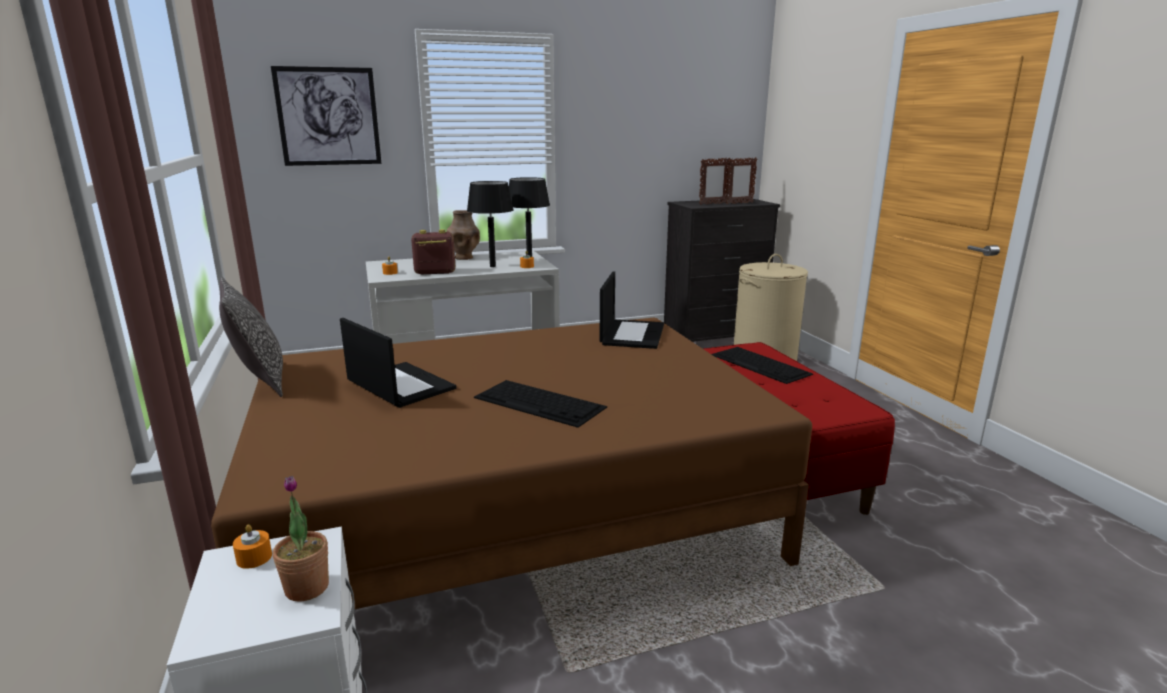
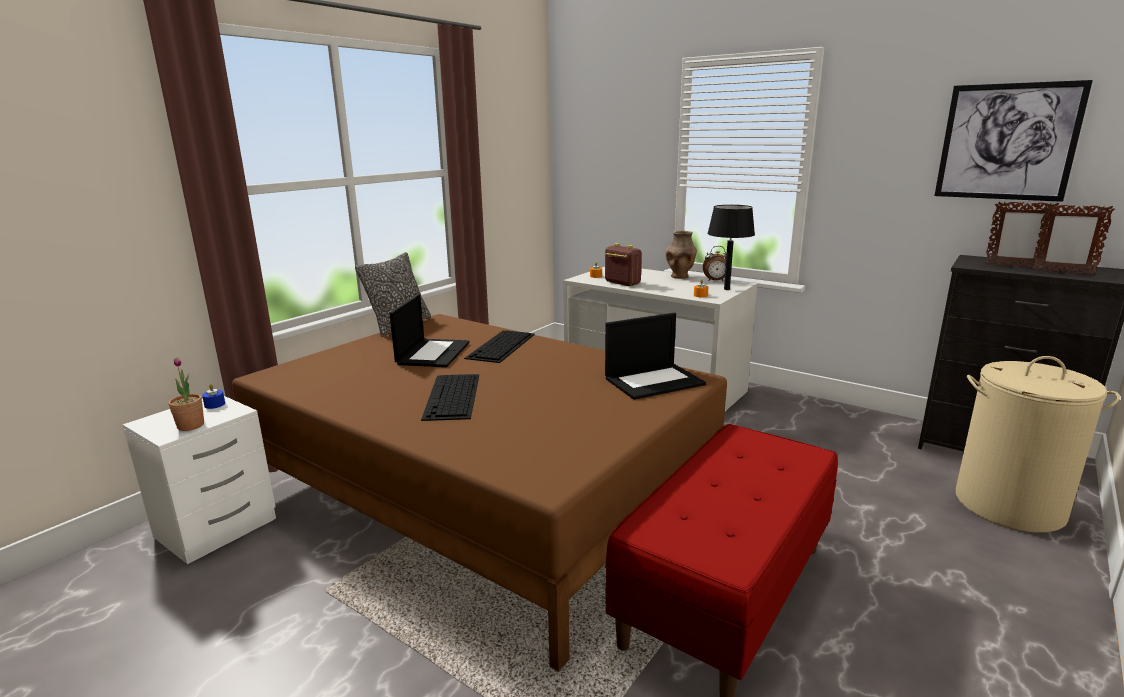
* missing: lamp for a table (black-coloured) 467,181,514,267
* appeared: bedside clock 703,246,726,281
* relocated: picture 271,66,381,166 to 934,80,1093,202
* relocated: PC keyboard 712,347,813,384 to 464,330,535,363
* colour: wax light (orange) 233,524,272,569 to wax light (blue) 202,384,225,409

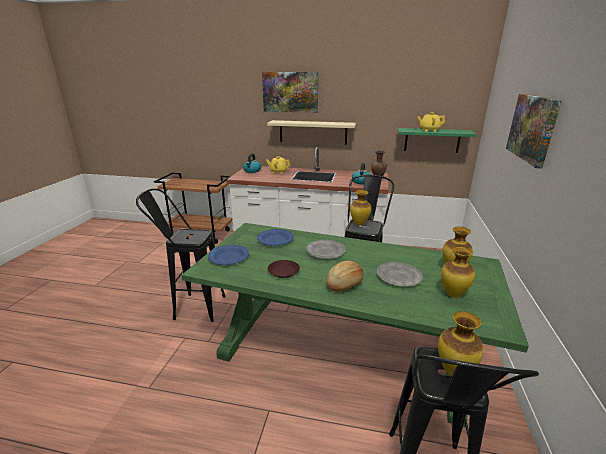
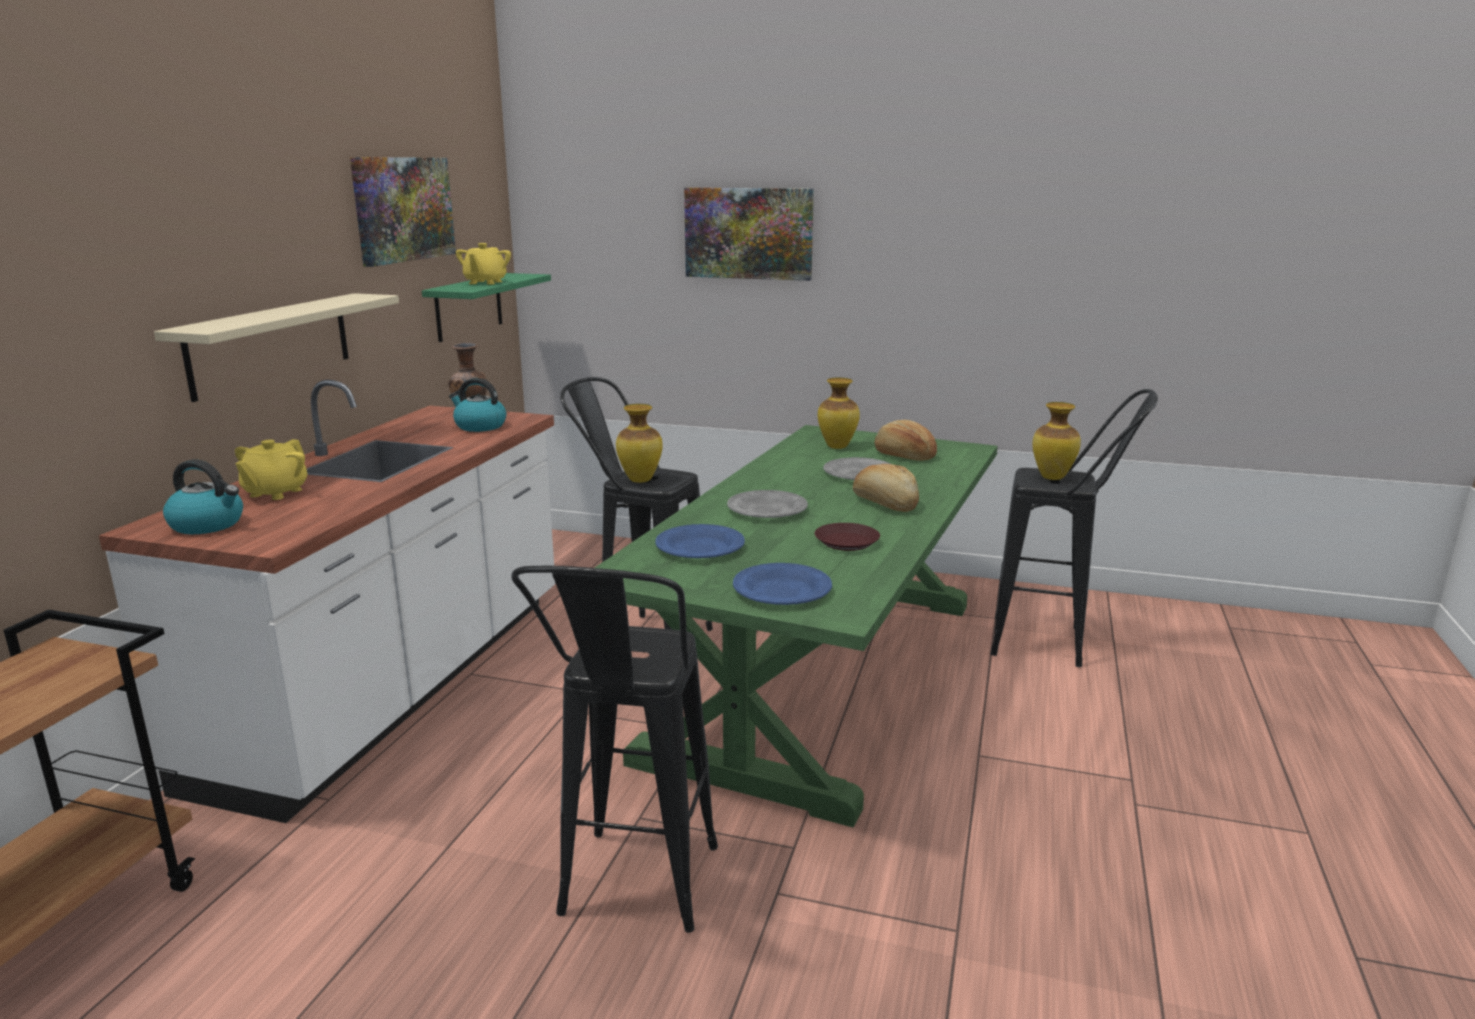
* relocated: picture 262,72,318,113 to 350,157,456,267
* exchanged: vase 441,246,475,298 to bread 874,420,937,461

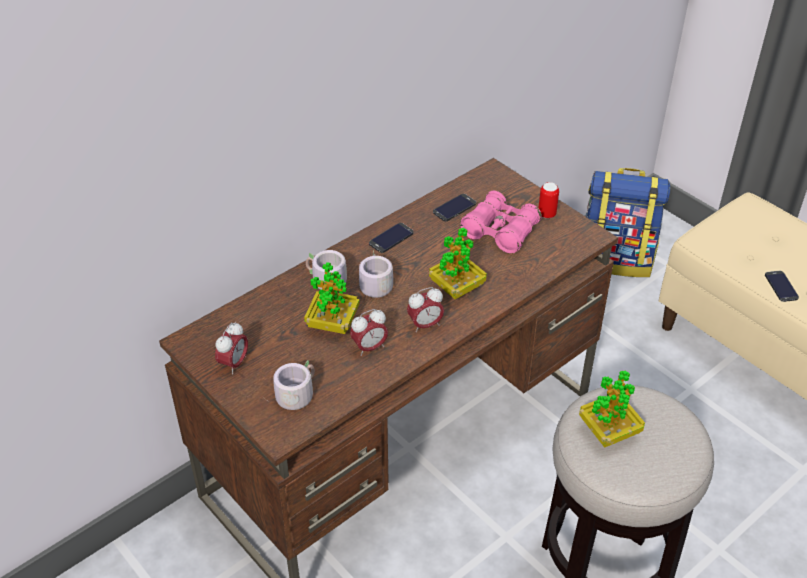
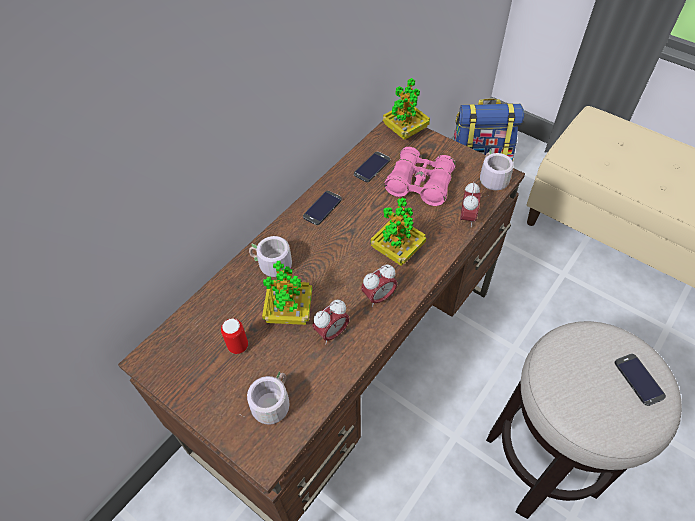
* relocated: bedside clock 215,322,248,375 to 460,182,481,227
* relocated: mug (greyish) 359,250,393,302 to 480,149,514,196
* relocated: can 538,182,559,219 to 221,318,248,354
* relocated: potted plant 579,370,645,448 to 383,78,430,140
* relocated: phone 765,271,799,302 to 615,354,666,406

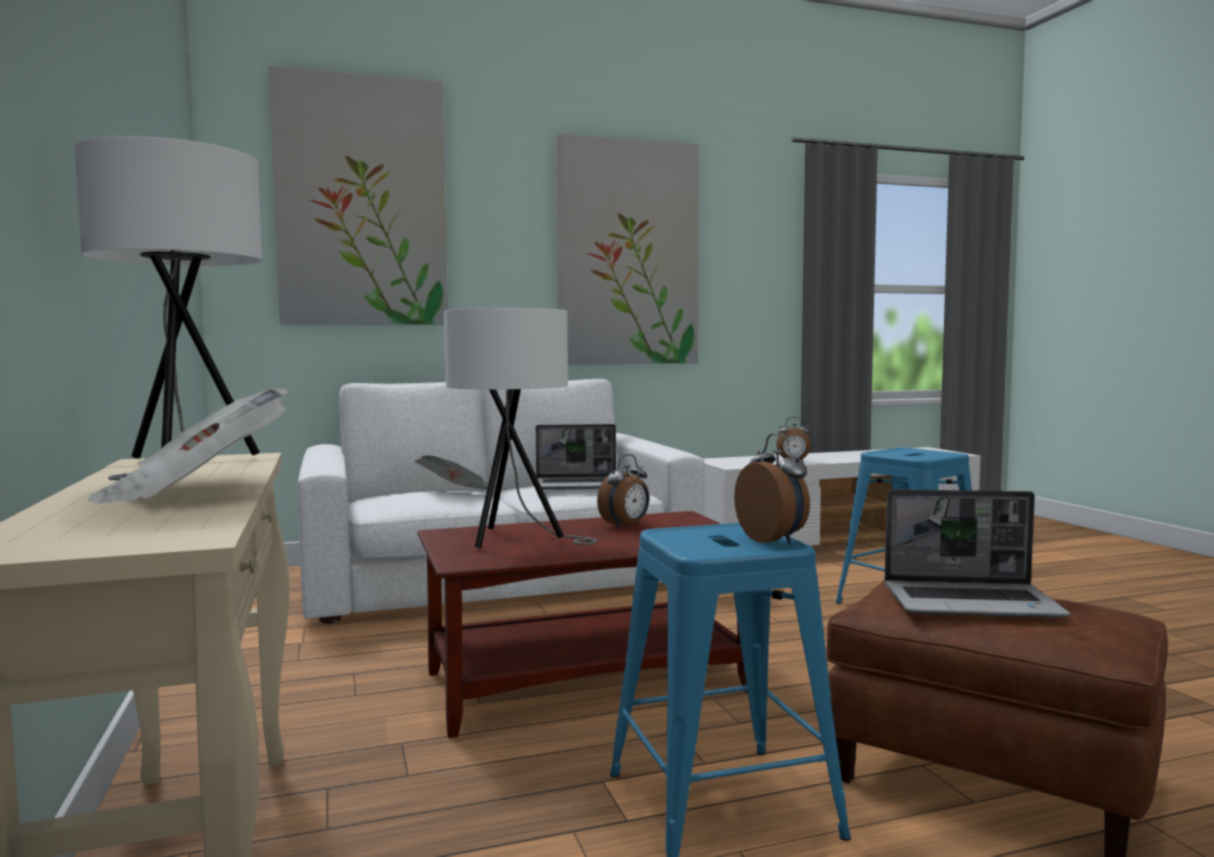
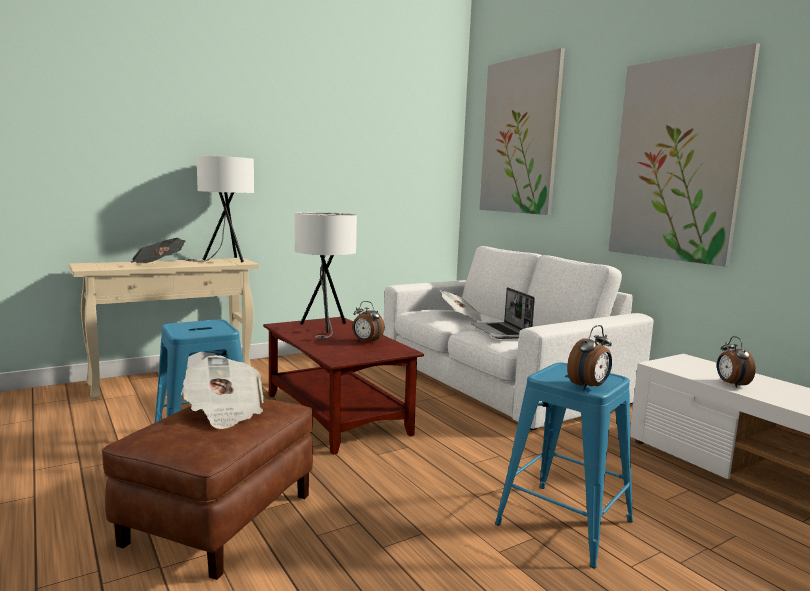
* relocated: bedside clock 734,433,810,545 to 567,325,612,390
* exchanged: notebook computer 885,489,1070,618 to newspaper 181,355,264,429

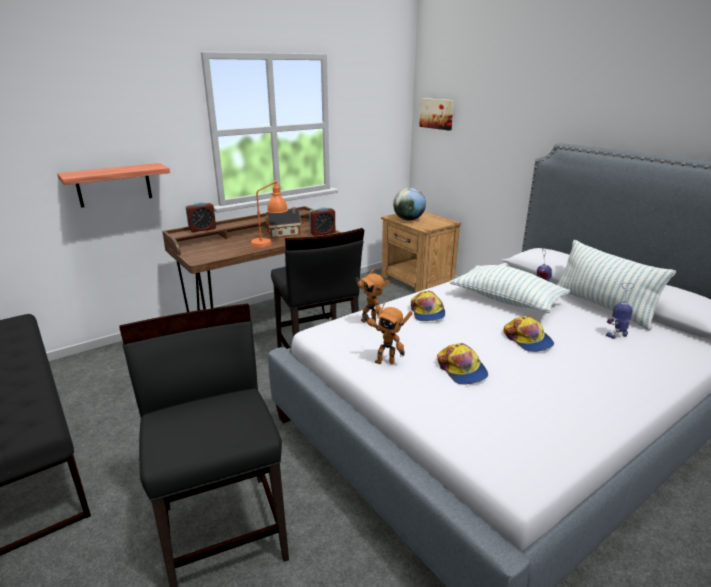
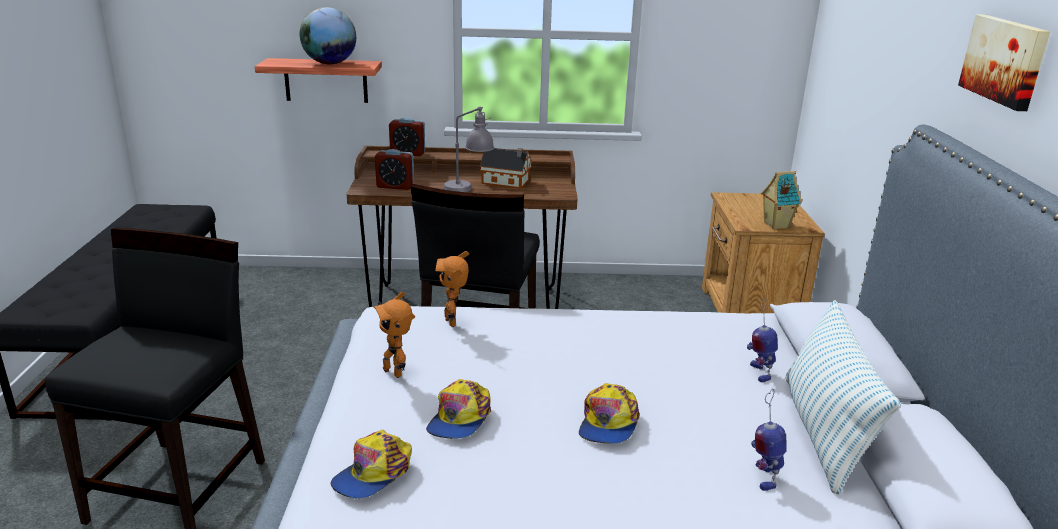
* missing: pillow 450,265,570,313
* appeared: model house 761,171,802,229
* relocated: bedside clock 309,207,335,236 to 375,149,414,190
* relocated: world globe 393,188,426,221 to 300,7,356,64
* relocated: peaked cap 411,291,445,321 to 330,430,412,498
* relocated: picture 419,98,454,130 to 958,14,1050,111
* colour: lamp for a table (orange) 250,180,288,247 to lamp for a table (greyish) 443,106,494,192
* spun: robot figure 606,283,634,339 = 751,389,787,491 105 degrees counterclockwise

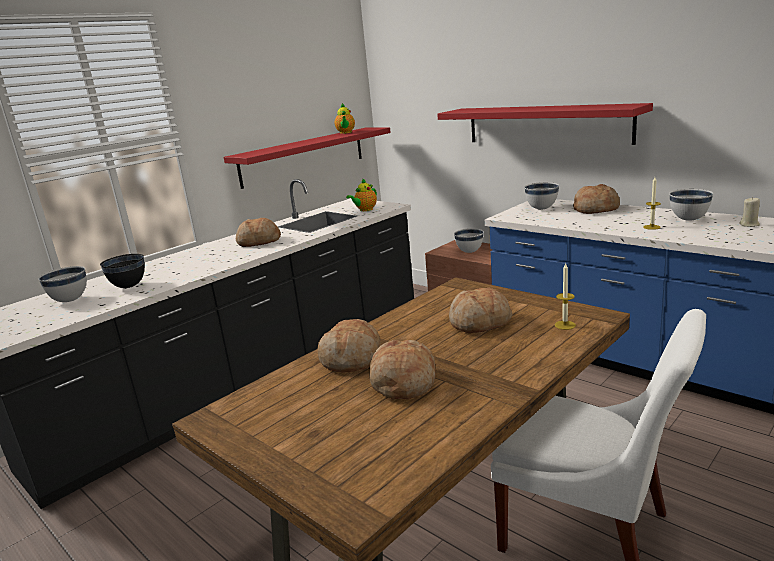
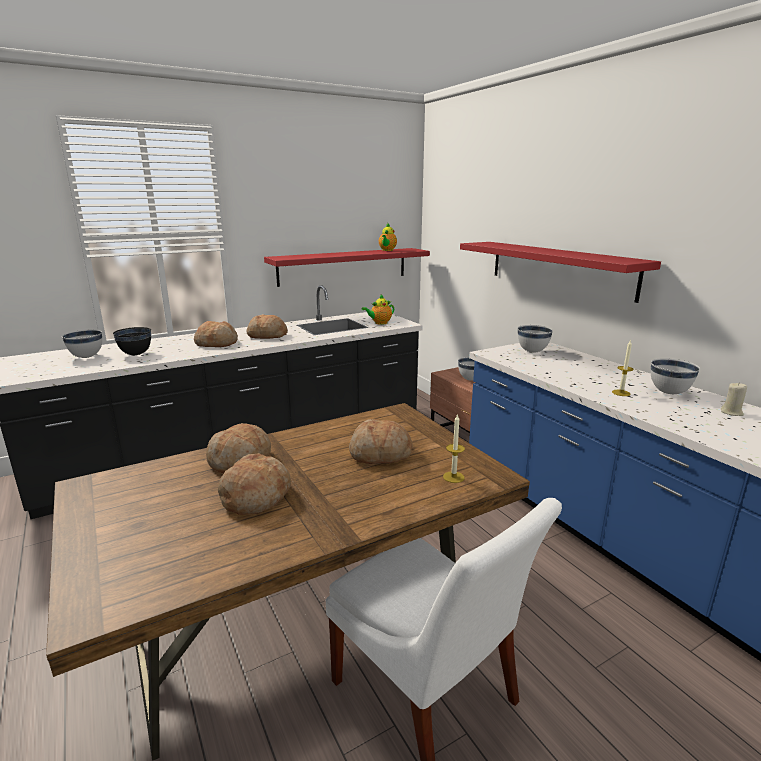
* relocated: bread 573,184,620,214 to 194,321,238,347

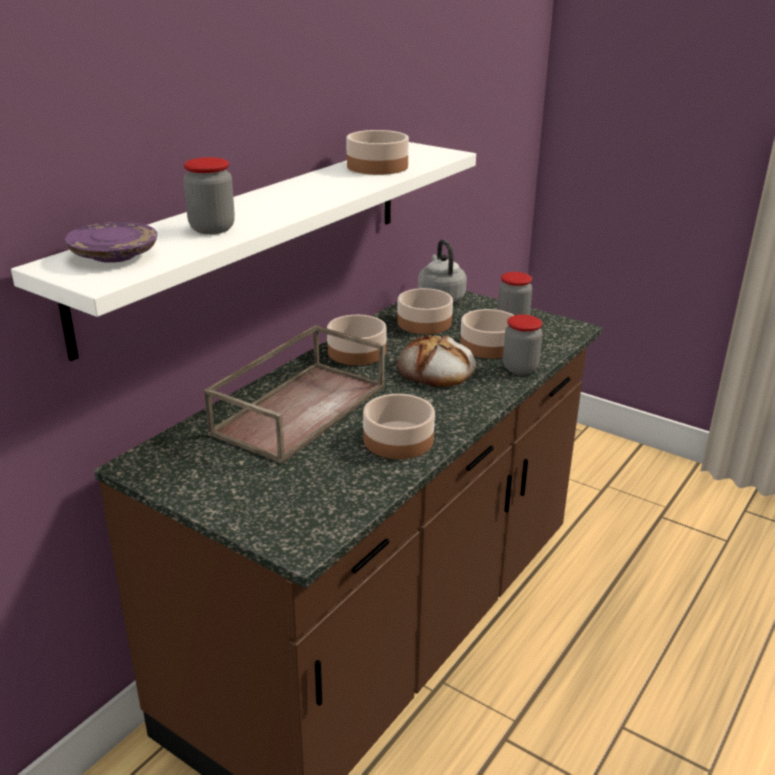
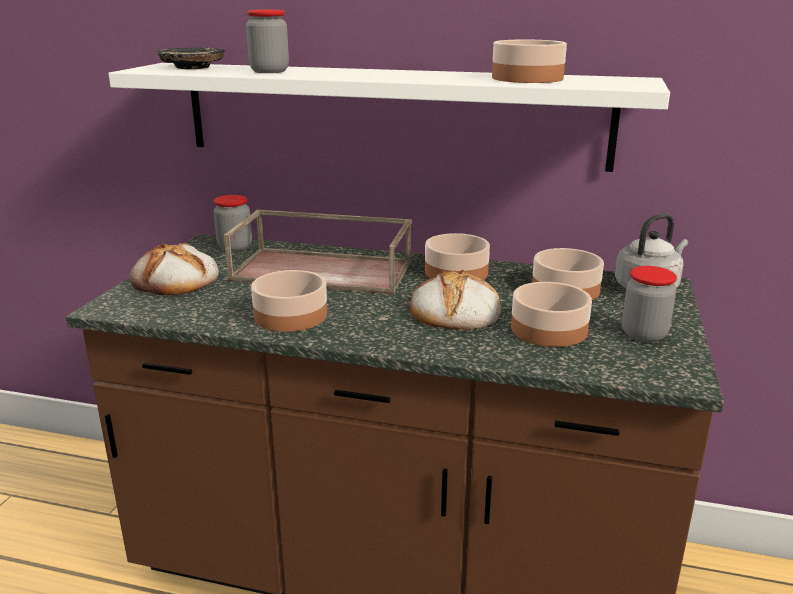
* appeared: bread 129,243,219,295
* relocated: storage jar 503,314,543,375 to 214,195,252,252
* colour: plate (purple-coloured) 64,222,157,263 to plate (black-coloured) 156,47,225,69

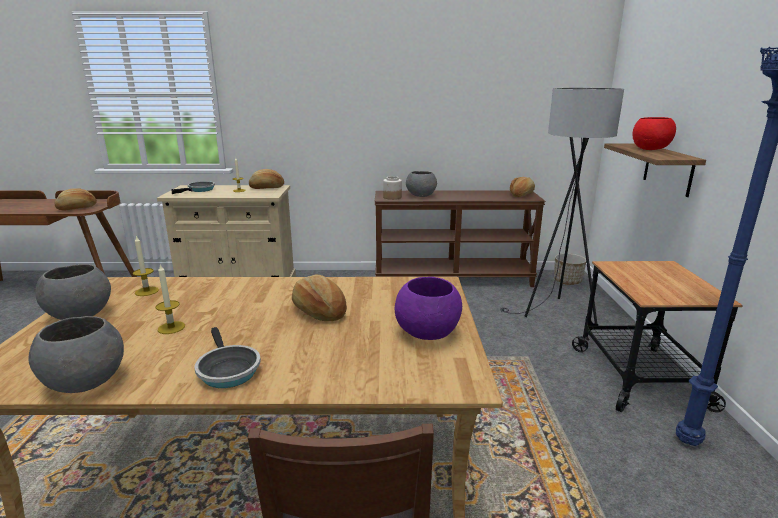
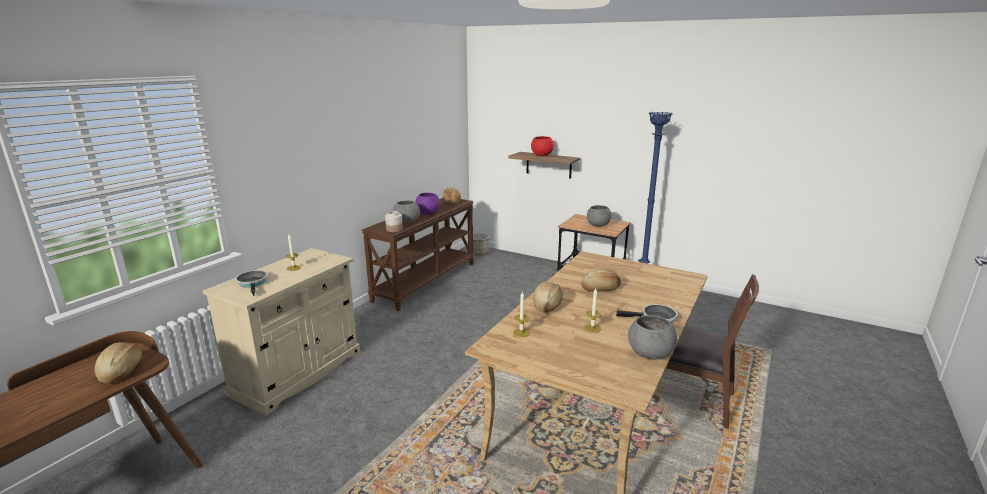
* missing: floor lamp (greyish) 500,88,624,324
* relocated: bowl (greyish) 35,264,111,320 to 587,205,611,227
* relocated: bread 249,169,284,189 to 533,281,563,313
* relocated: bowl (purple-coloured) 395,277,462,340 to 415,193,440,215

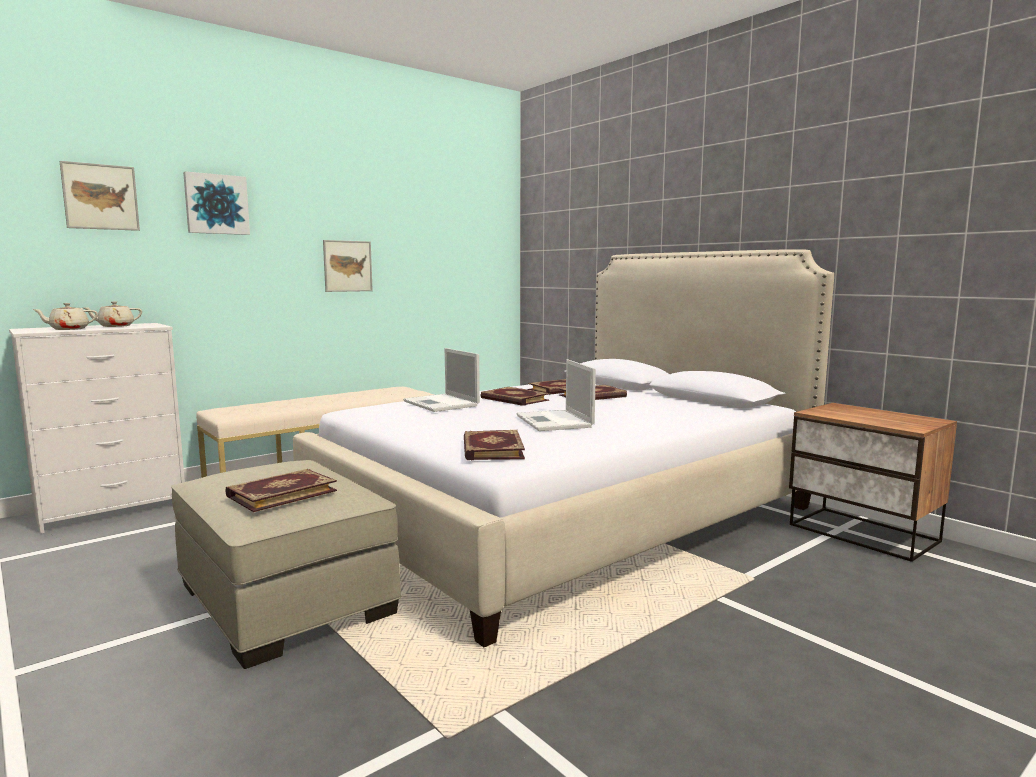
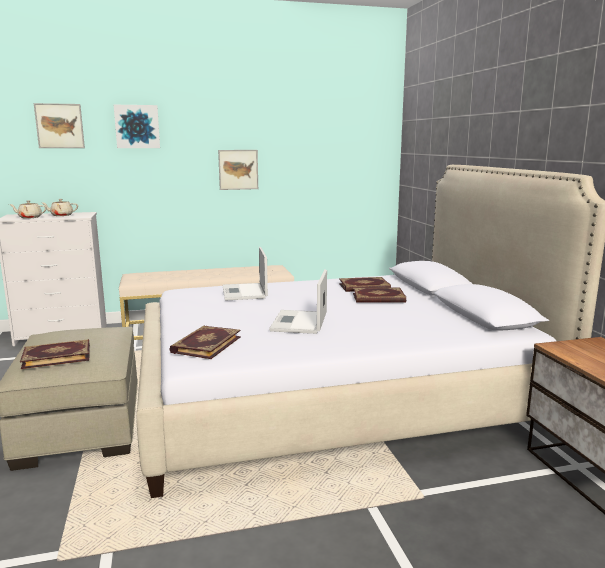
* missing: volume 481,387,549,406

